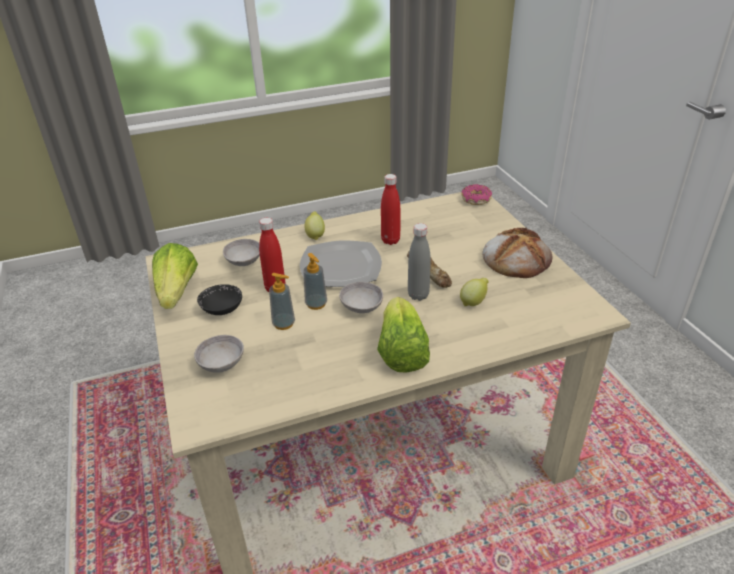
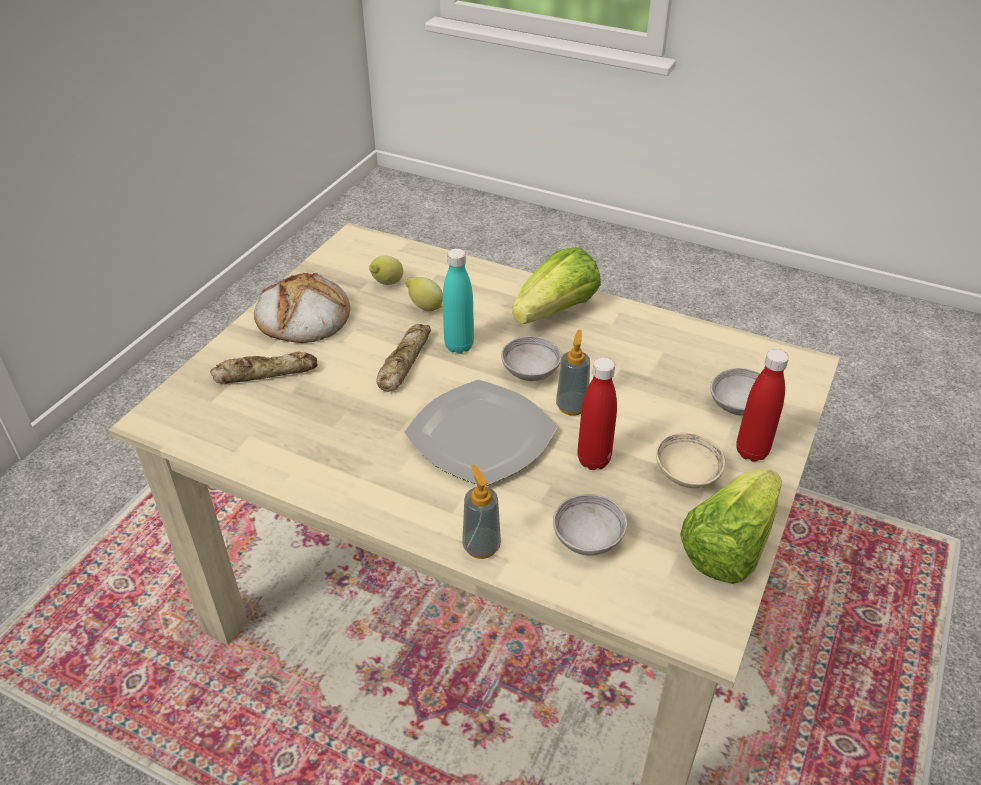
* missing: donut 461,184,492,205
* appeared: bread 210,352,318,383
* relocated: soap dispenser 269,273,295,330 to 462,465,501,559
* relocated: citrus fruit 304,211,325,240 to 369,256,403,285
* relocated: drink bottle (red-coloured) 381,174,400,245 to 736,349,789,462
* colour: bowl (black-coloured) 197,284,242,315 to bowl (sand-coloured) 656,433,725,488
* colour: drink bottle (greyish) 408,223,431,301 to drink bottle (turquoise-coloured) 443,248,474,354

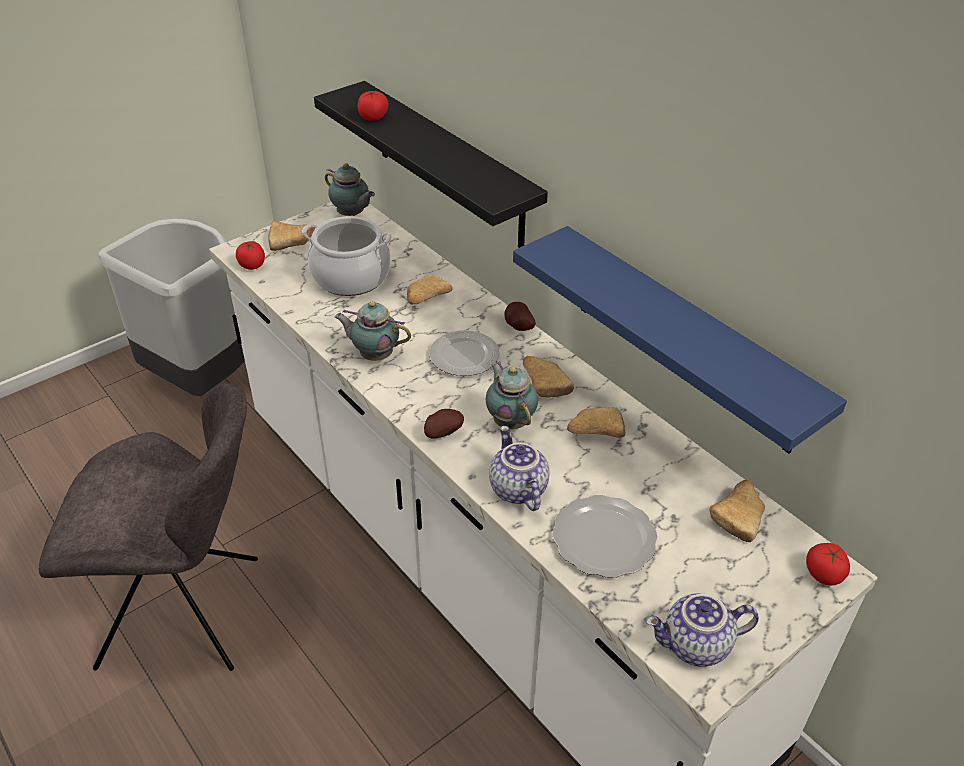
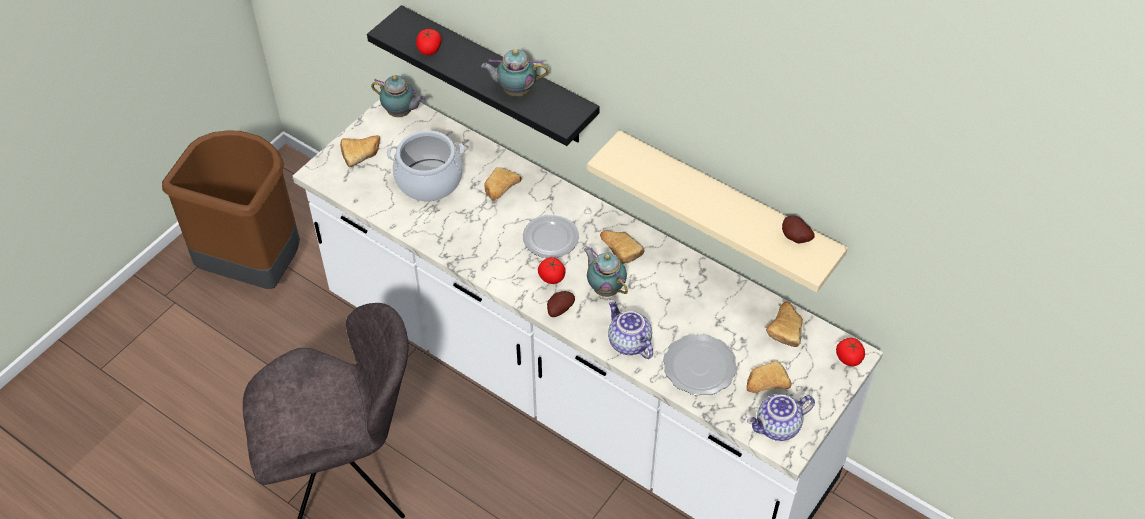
* relocated: tomato 236,241,265,270 to 538,257,566,284
* relocated: teapot 335,301,411,361 to 481,49,549,97
* relocated: whole potato 504,302,536,331 to 782,216,815,244
* relocated: bread 567,407,625,438 to 747,361,792,393
* colour: trash can (greyish) 98,219,245,396 to trash can (brown) 162,131,300,289
* colour: shelf (blue) 513,226,847,454 to shelf (sand-coloured) 587,130,848,293

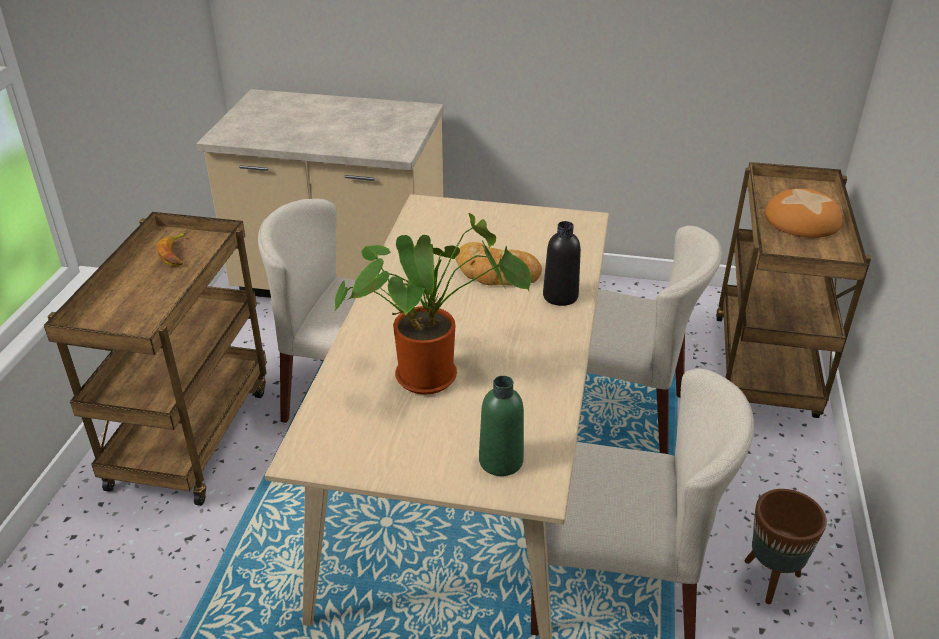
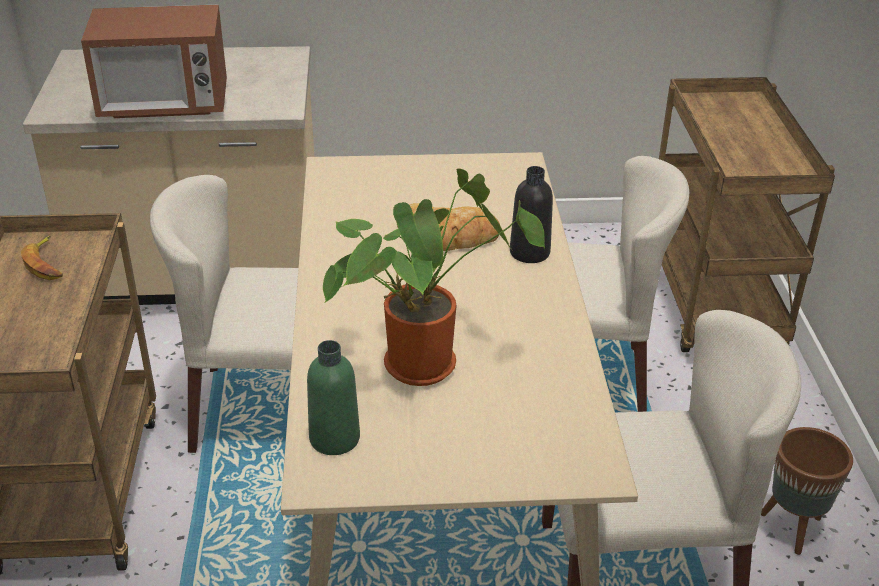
* missing: bread 765,189,842,238
* appeared: microwave oven 81,4,227,118
* relocated: drink bottle (green-coloured) 479,376,524,476 to 307,340,360,455

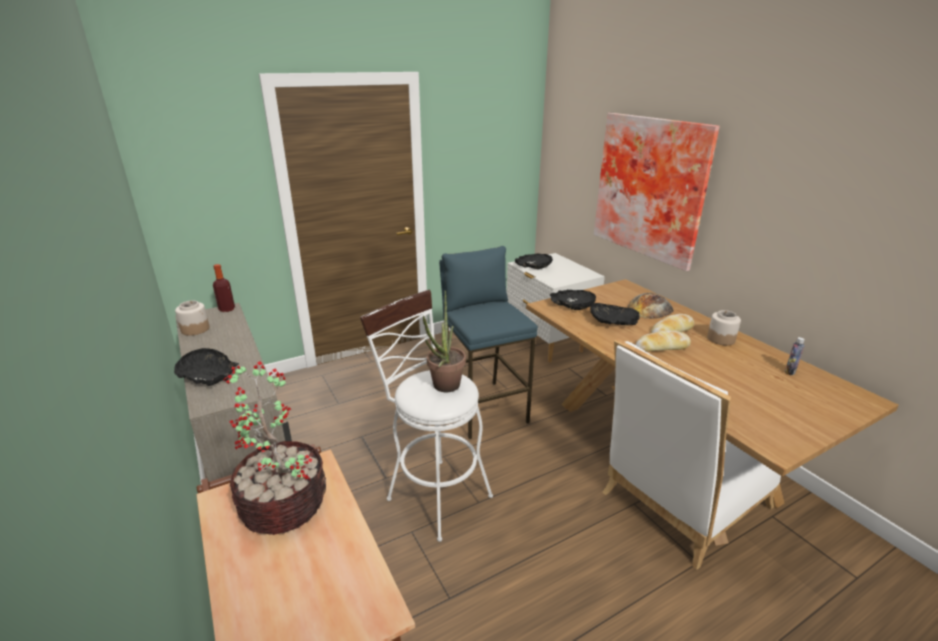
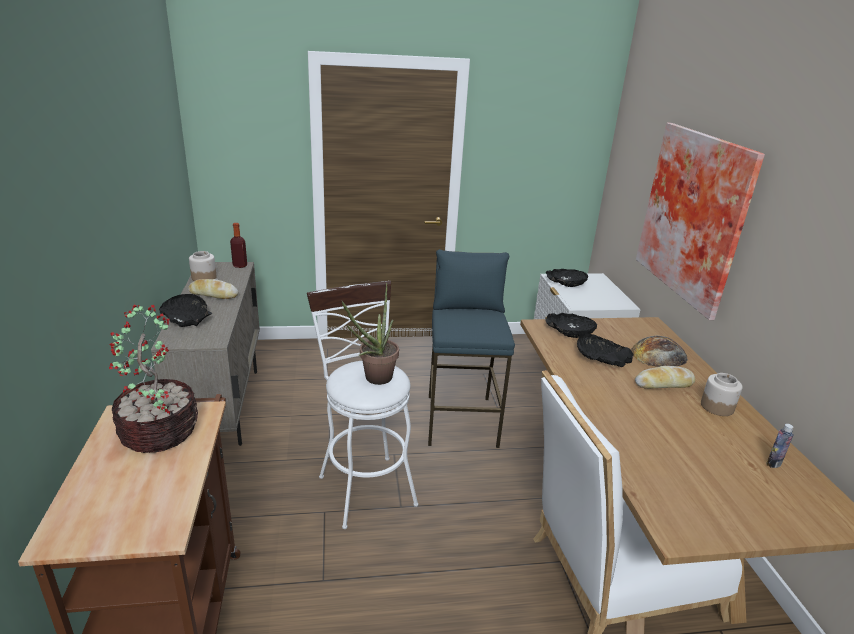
* relocated: bread 636,331,691,352 to 188,279,238,299

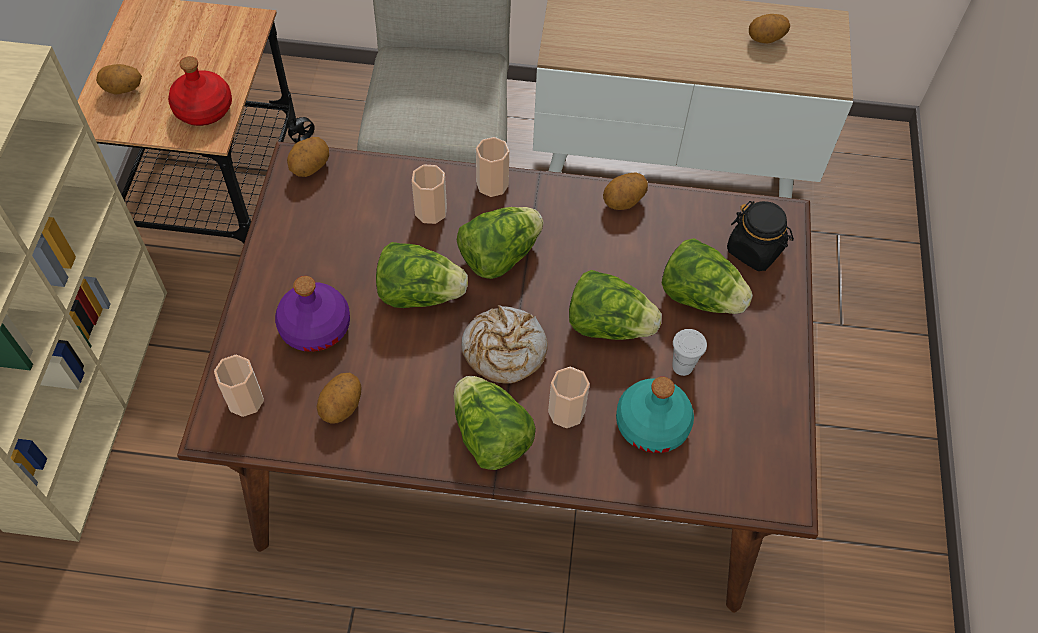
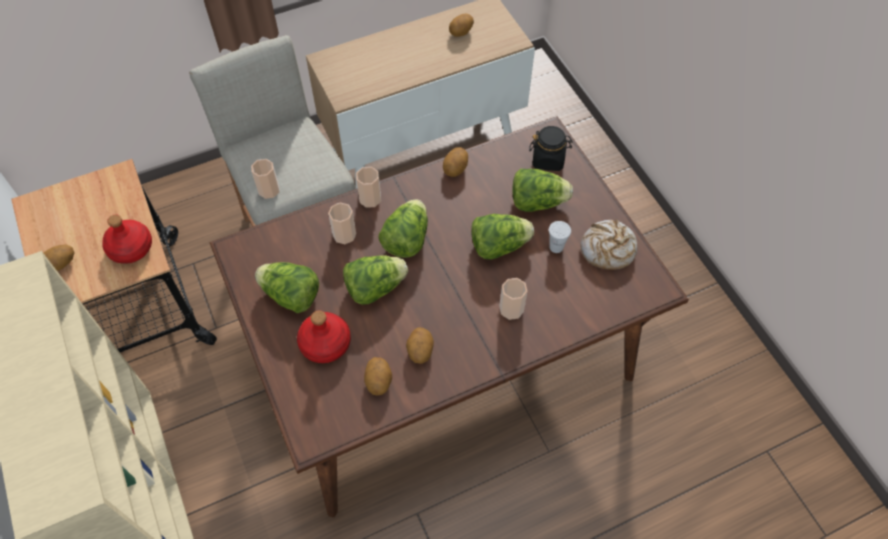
* missing: drink bottle (turquoise-coloured) 616,377,694,453
* relocated: small cup 214,355,264,417 to 251,159,280,199
* relocated: whole potato 287,137,329,177 to 406,328,434,364
* relocated: lettuce head 453,376,536,470 to 255,262,319,313
* relocated: bread 461,305,548,384 to 580,219,638,270
* colour: drink bottle (purple-coloured) 275,276,350,352 to drink bottle (red-coloured) 297,311,351,363

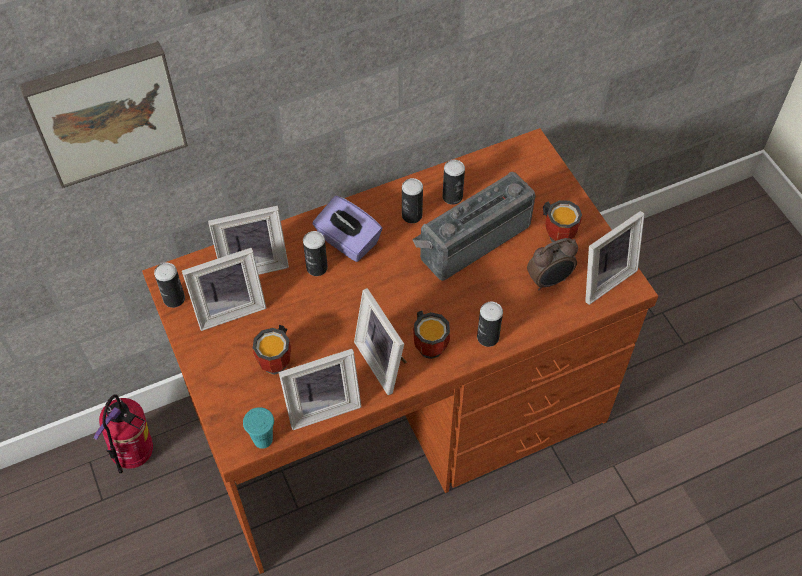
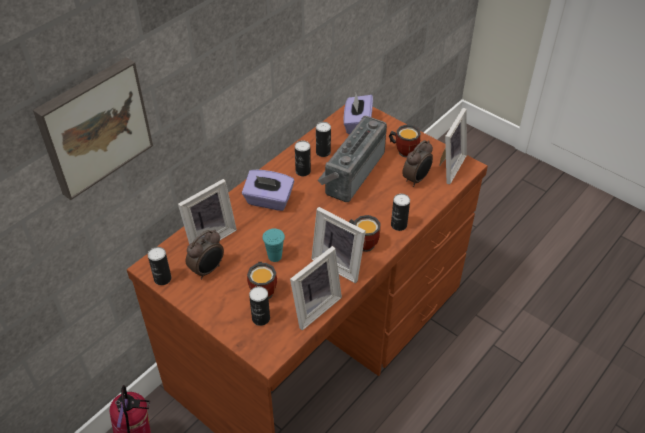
* appeared: tissue holder (purple-coloured) 343,94,373,134
* relocated: small cup (turquoise-coloured) 243,407,274,449 to 262,228,285,262
* relocated: can 303,231,328,276 to 249,286,270,326
* exchanged: standing frame 182,248,266,331 to bedside clock 186,230,224,279

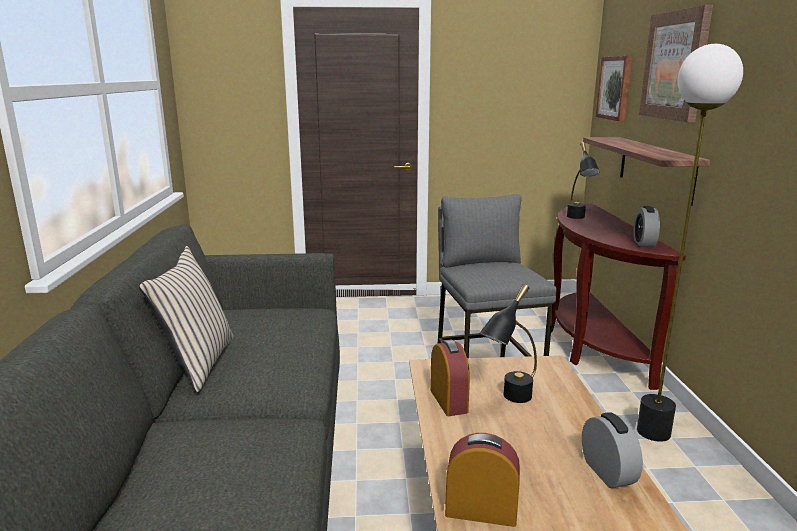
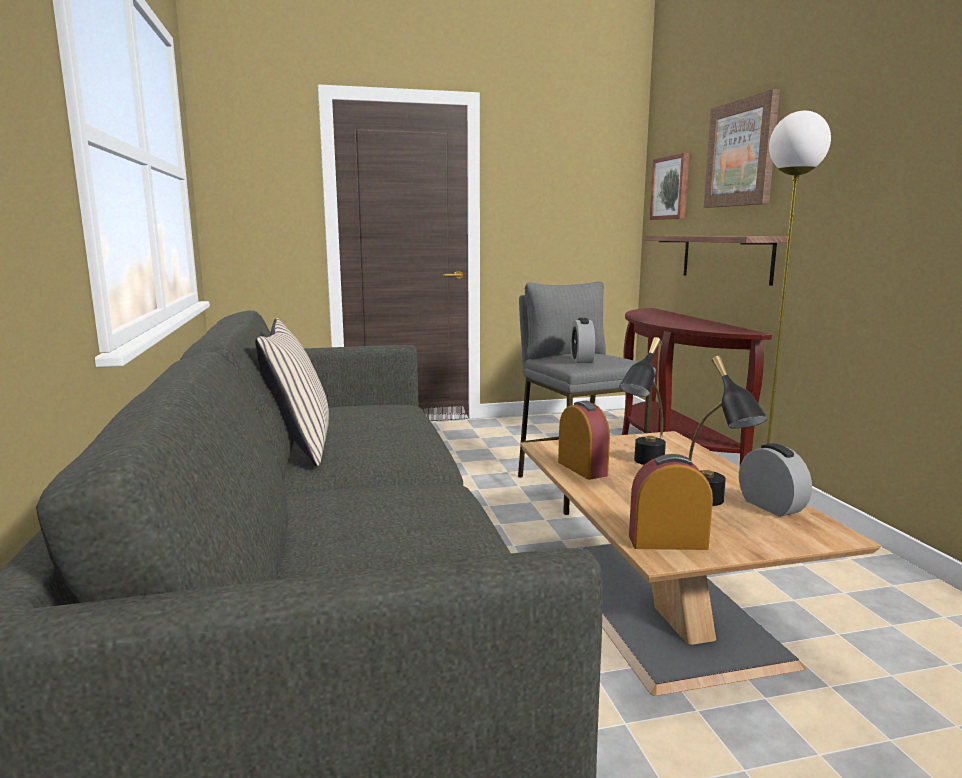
* relocated: lamp for a table (black-coloured) 567,142,600,219 to 689,356,768,506
* relocated: bedside clock 633,206,660,247 to 571,318,595,363

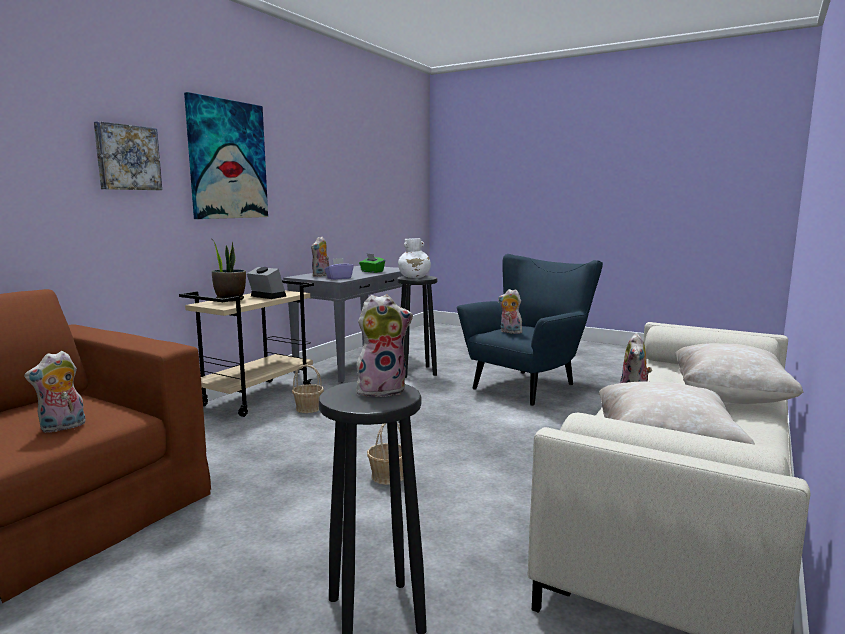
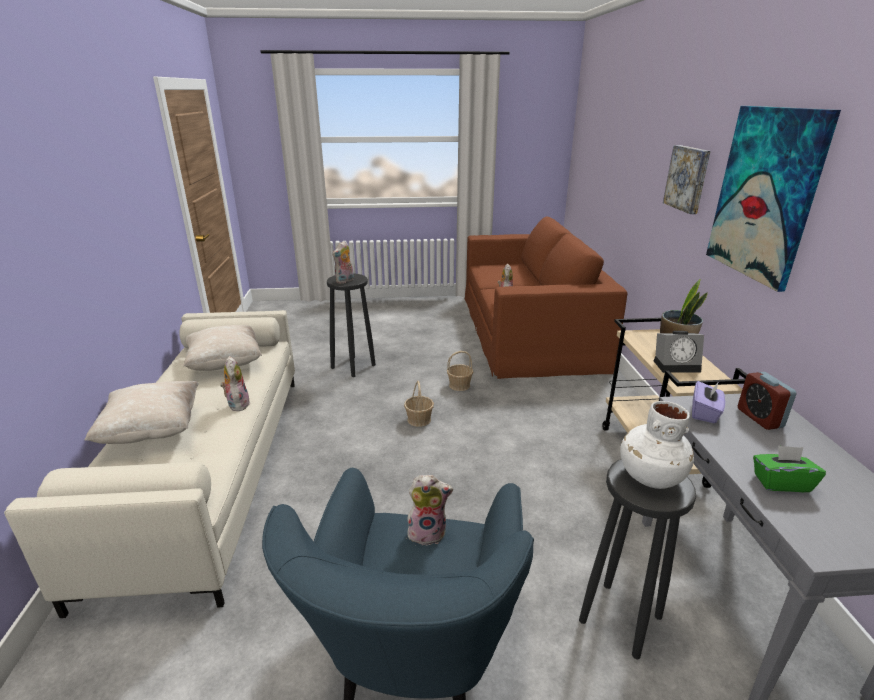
* relocated: household basket 292,364,324,413 to 447,351,473,391
* exchanged: plush toy 311,237,329,277 to bedside clock 738,372,796,430

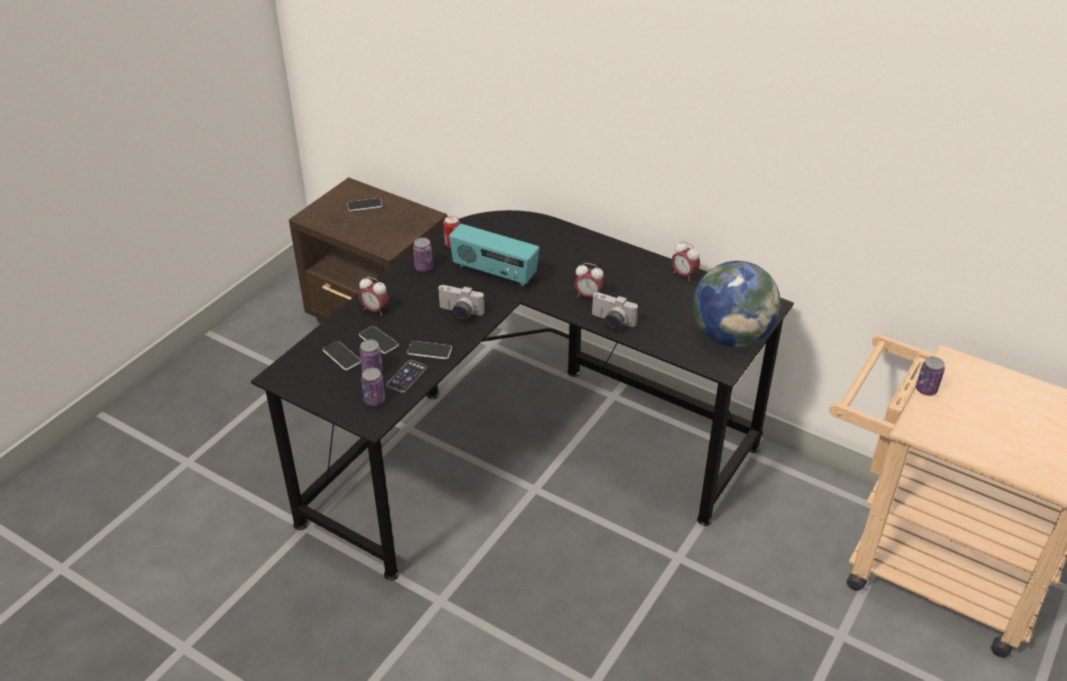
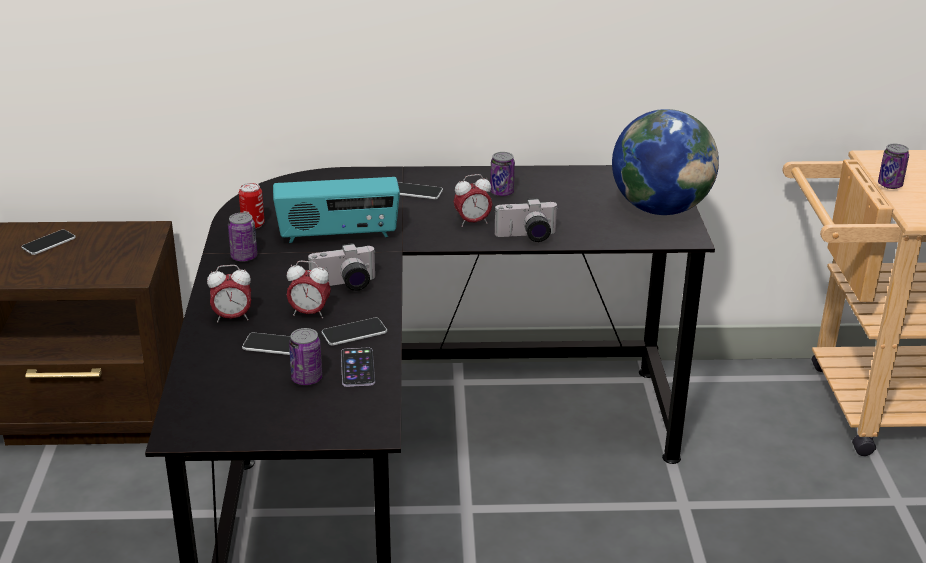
* relocated: phone 323,341,361,370 to 398,182,443,199
* relocated: can 361,368,385,406 to 490,152,515,196
* relocated: bedside clock 672,241,700,281 to 287,261,331,319

